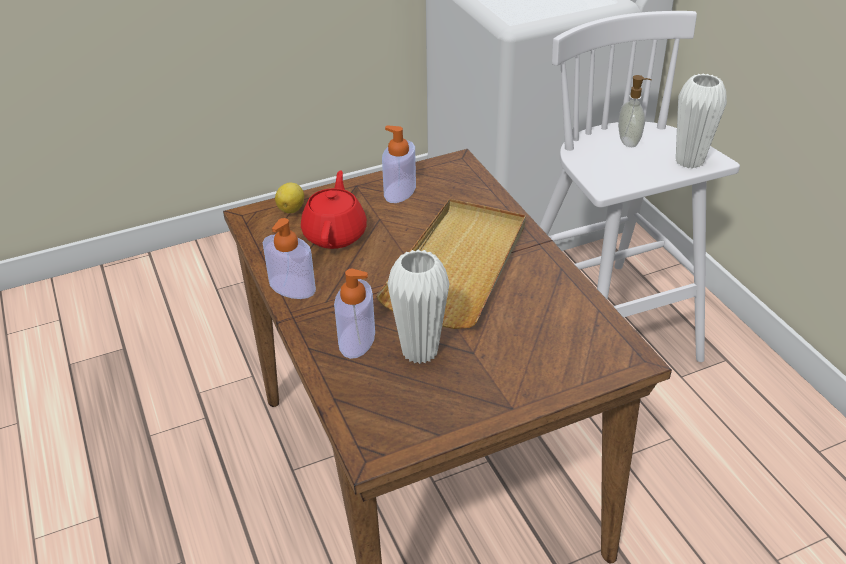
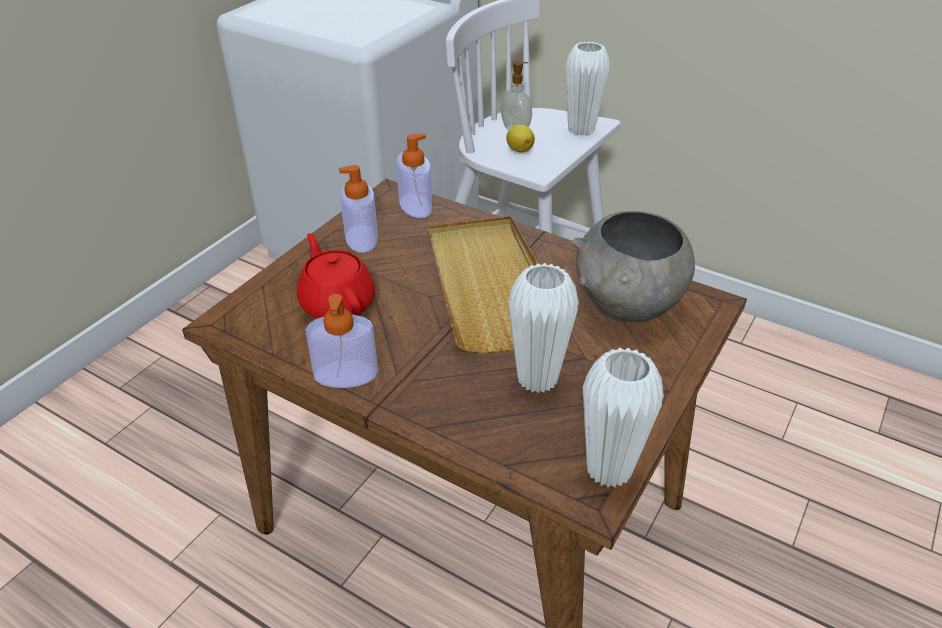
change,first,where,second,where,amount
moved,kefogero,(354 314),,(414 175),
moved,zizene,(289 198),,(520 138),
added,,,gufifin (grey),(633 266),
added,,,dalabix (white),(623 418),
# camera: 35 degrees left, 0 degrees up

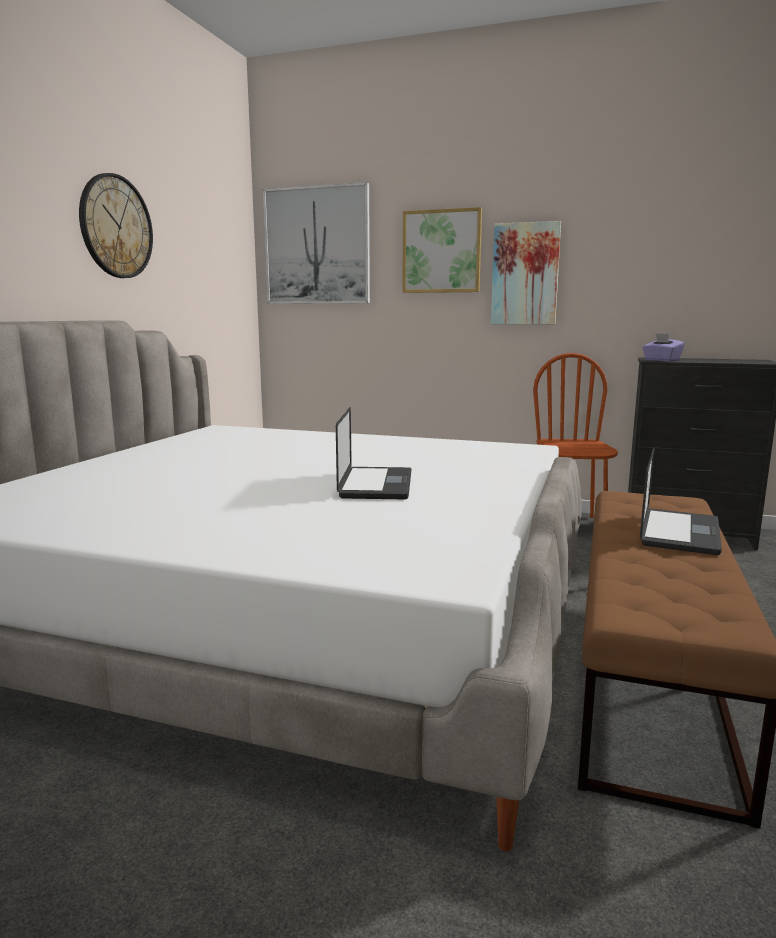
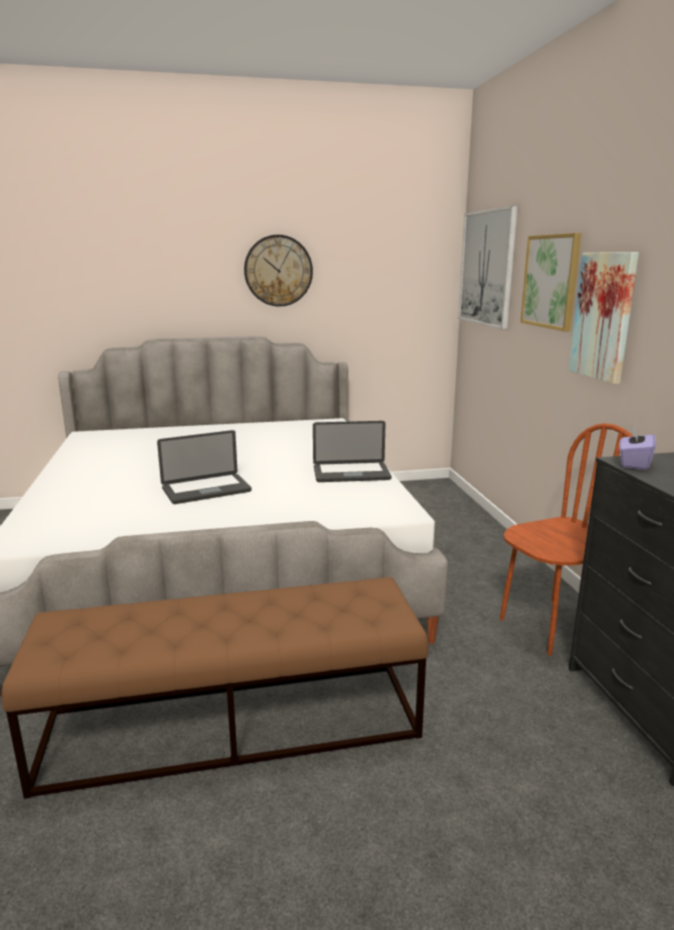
change,first,where,second,where,amount
moved,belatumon,(681 501),,(352 451),
# camera: 60 degrees right, 5 degrees up

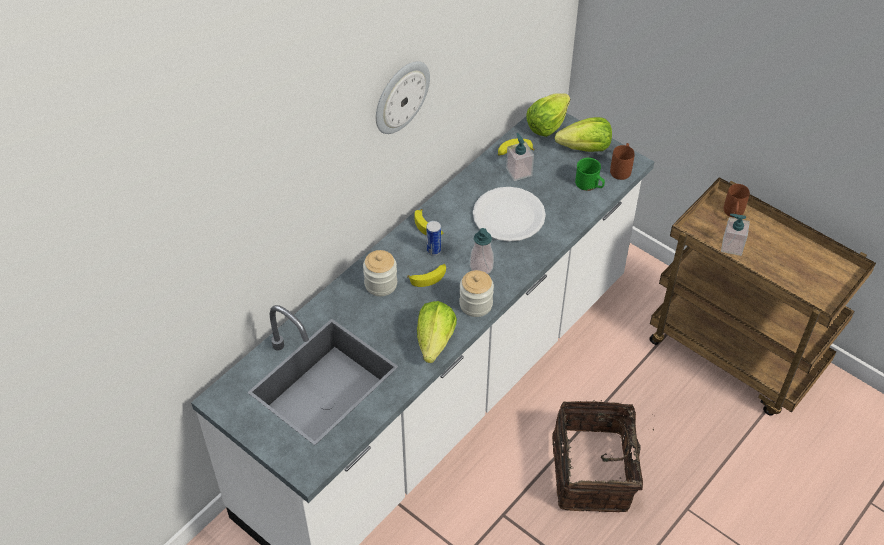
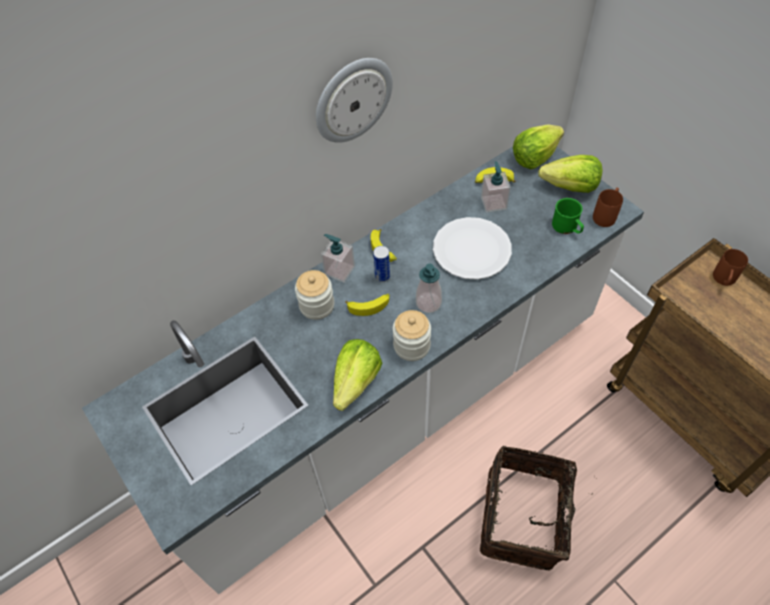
change,first,where,second,where,amount
moved,kefogero,(735 235),,(338 258),
# camera: 15 degrees right, 5 degrees up

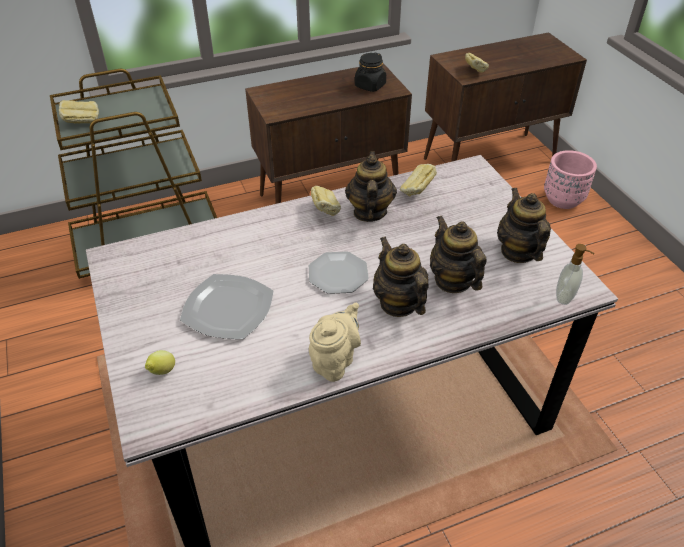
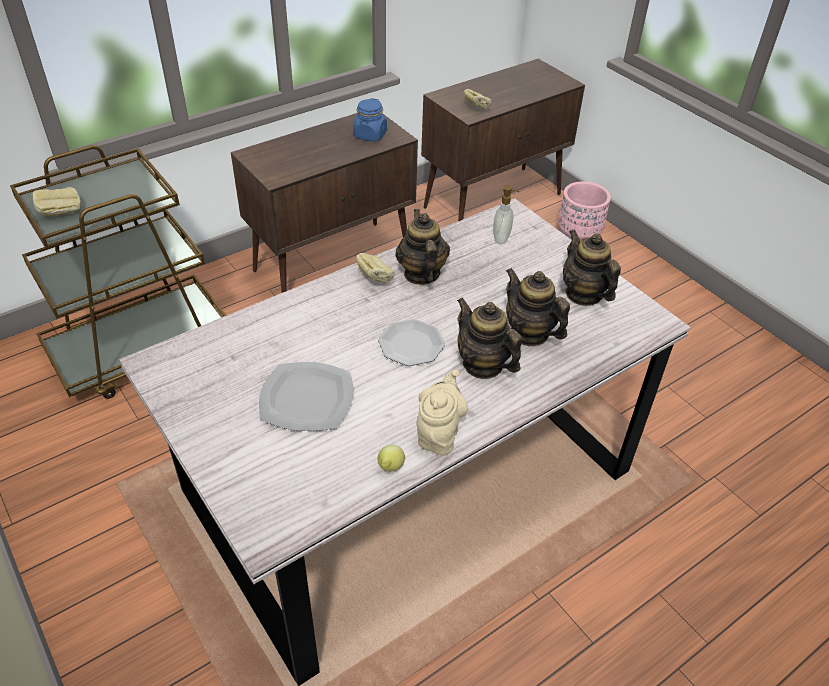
change,first,where,second,where,amount
recoloured,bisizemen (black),(370 72),bisizemen (blue),(370 120),
moved,zizene,(160 362),,(391 458),
moved,kefogero,(575 274),,(506 214),
removed,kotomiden,(418 180),,,
# camera: 15 degrees left, 0 degrees up

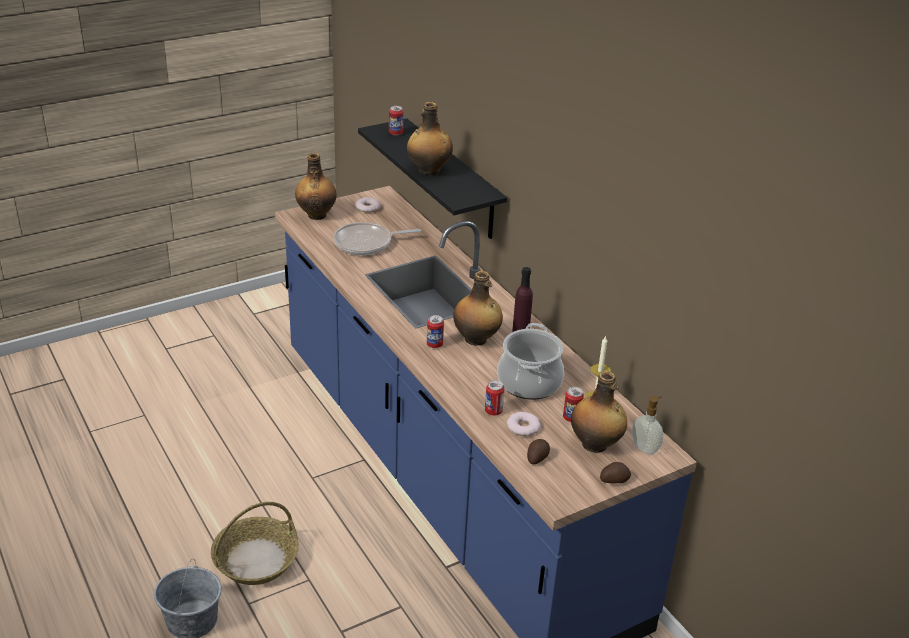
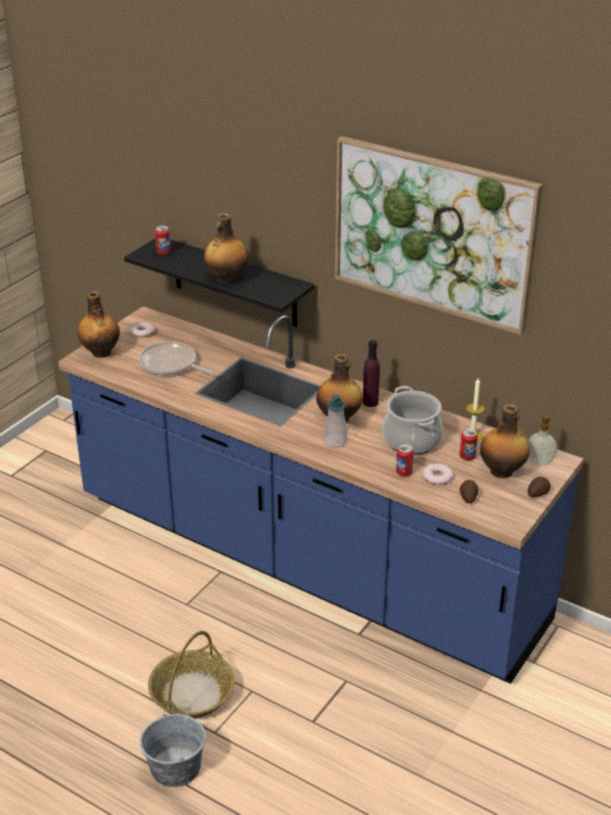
change,first,where,second,where,amount
turned,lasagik,(377 238),,(177 359),75 degrees clockwise
added,,,kefogero,(336 421),
added,,,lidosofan,(439 235),
removed,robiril,(435 331),,,
# camera: 25 degrees left, 0 degrees up

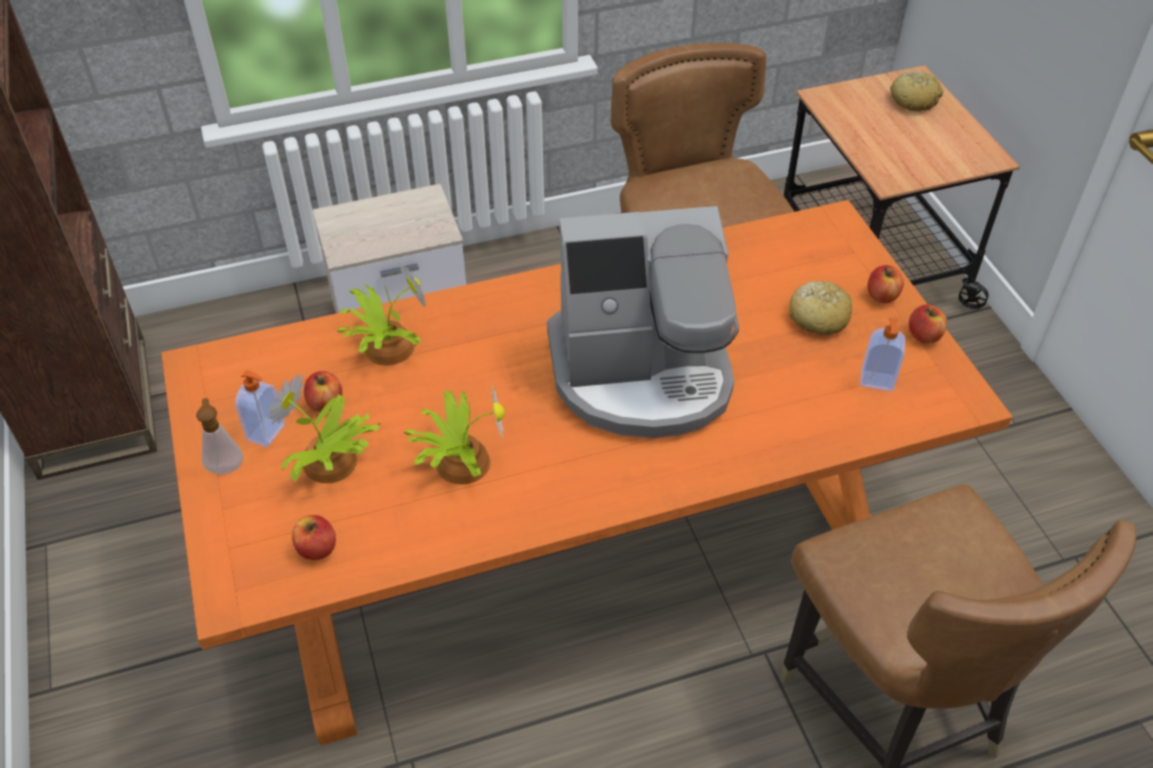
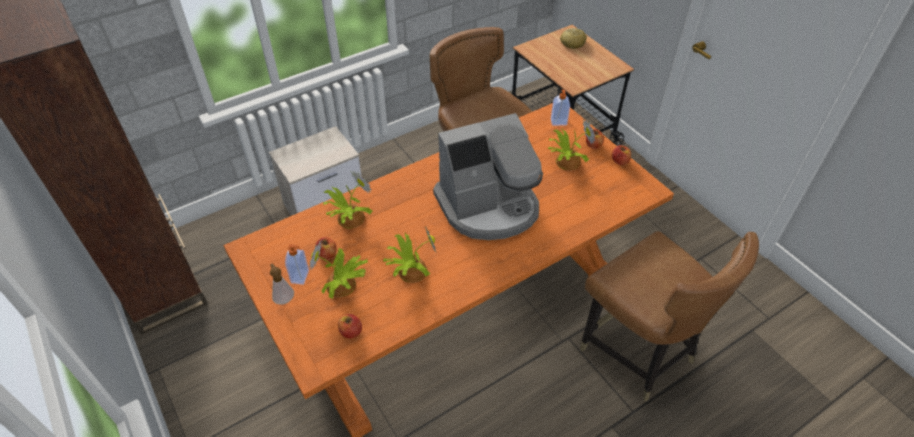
change,first,where,second,where,amount
replaced,kotomiden,(820 308),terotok,(571 144),
moved,kefogero,(882 355),,(560 108),
# camera: 15 degrees left, 0 degrees up

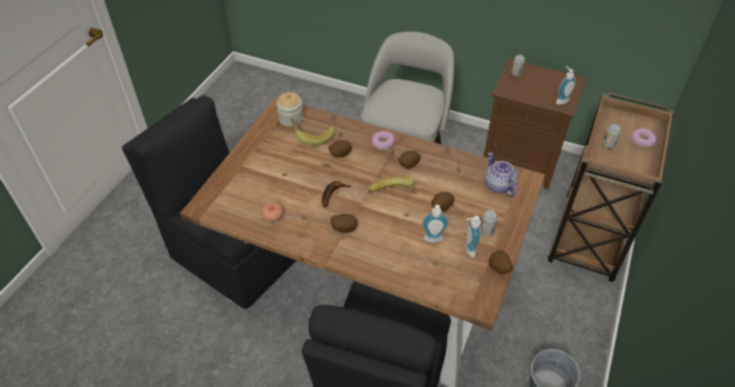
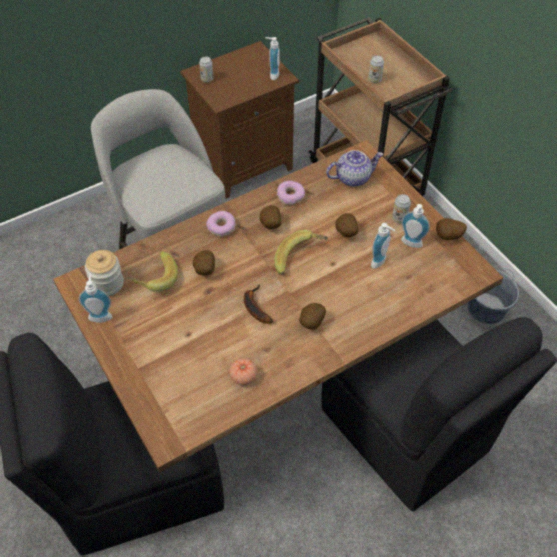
change,first,where,second,where,amount
added,,,kefogero,(95 298),
moved,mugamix,(644 138),,(291 193),
turned,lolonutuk,(501 174),,(354 168),150 degrees clockwise
# camera: 55 degrees left, 5 degrees up

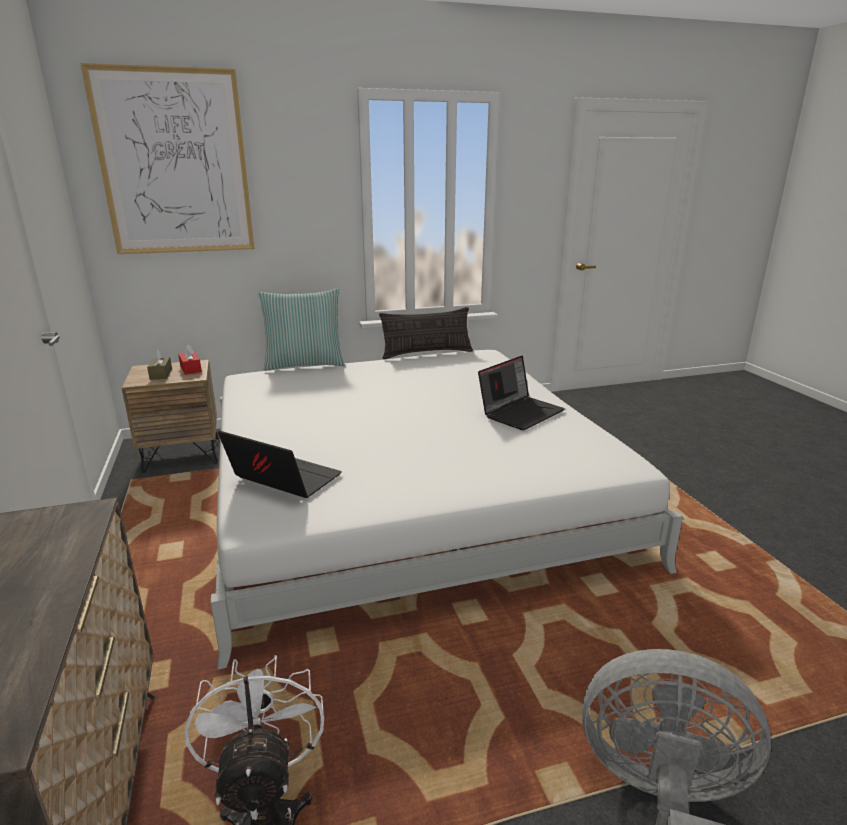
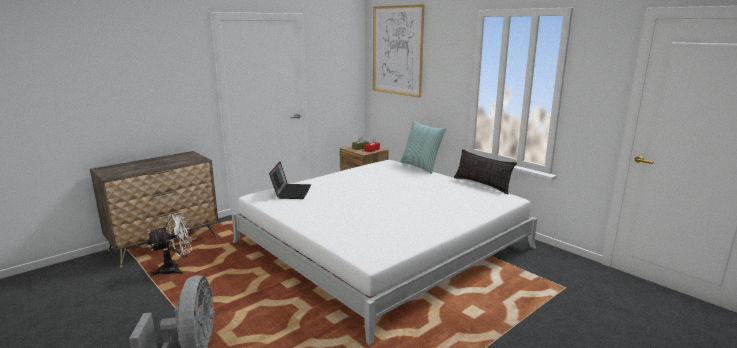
change,first,where,second,where,amount
removed,belatumon,(521 393),,,
# camera: 65 degrees right, 5 degrees down

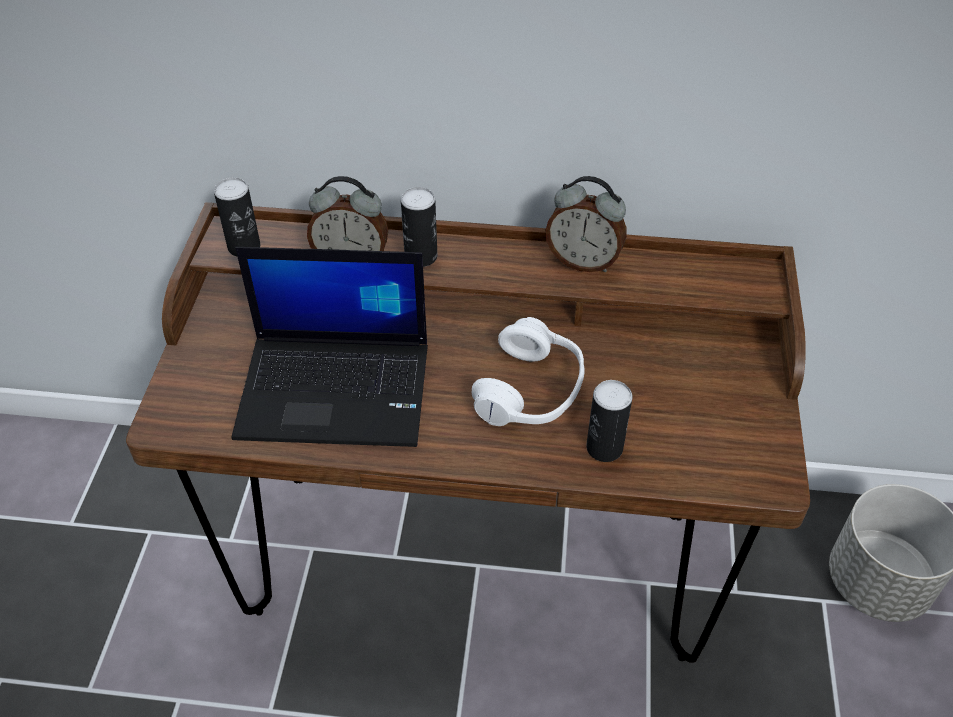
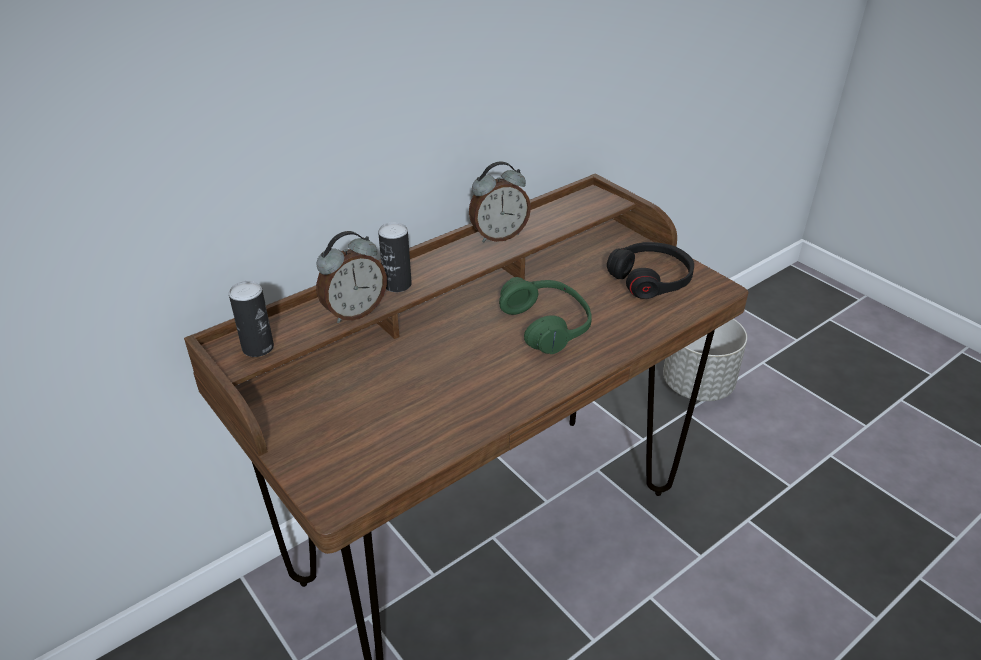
change,first,where,second,where,amount
recoloured,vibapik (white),(528 371),vibapik (green),(545 315),
added,,,vibapik (black),(650 270),
removed,belatumon,(329 347),,,
removed,robiril,(609 421),,,
# camera: 45 degrees left, 10 degrees down

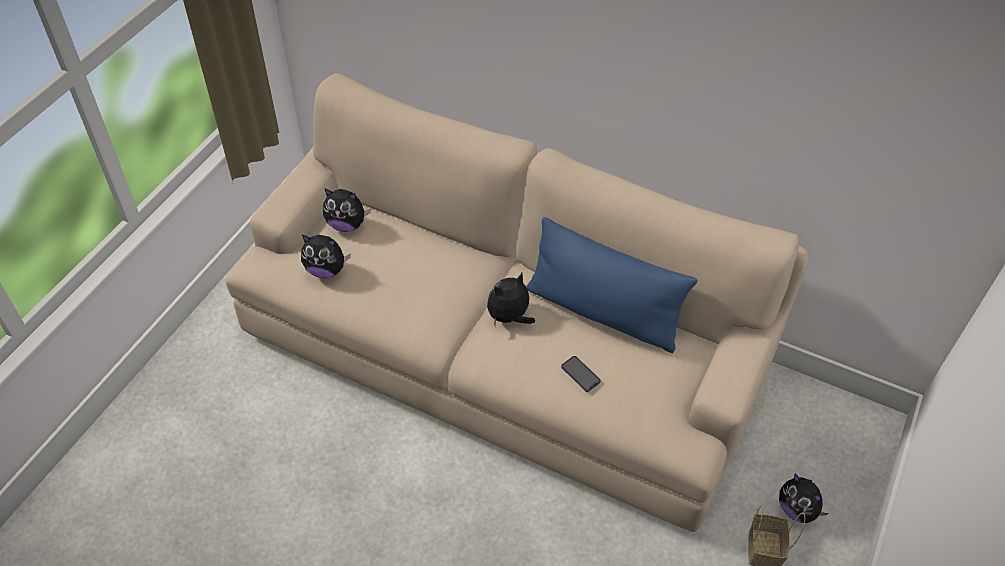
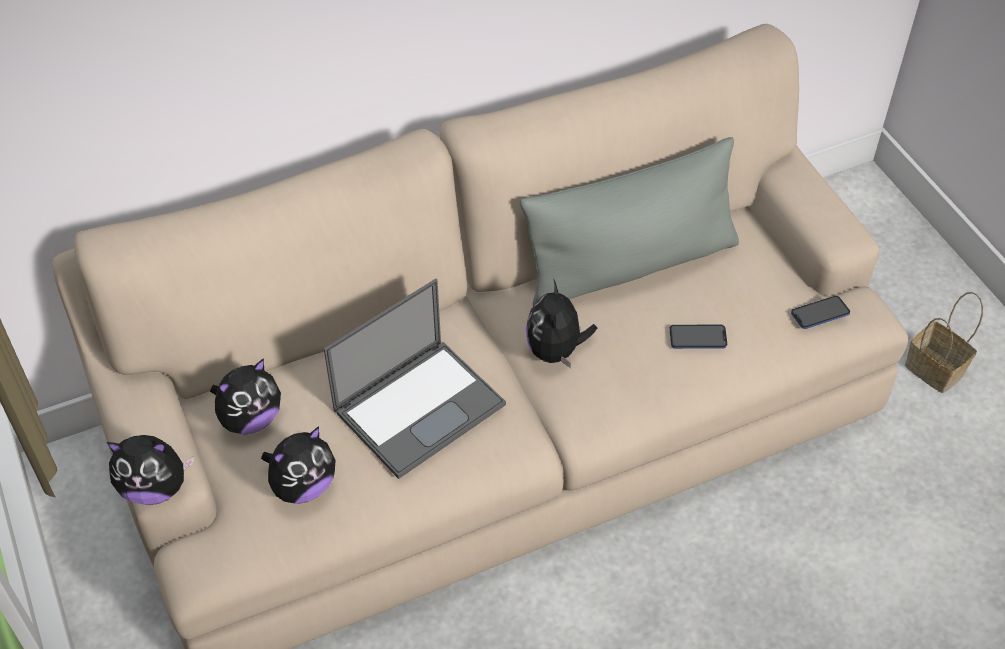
change,first,where,second,where,amount
moved,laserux,(804 498),,(150 470),
added,,,belatumon,(415 379),
recoloured,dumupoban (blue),(611 285),dumupoban (grey),(629 221),
added,,,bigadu,(820 312),
# camera: 50 degrees left, 0 degrees up

